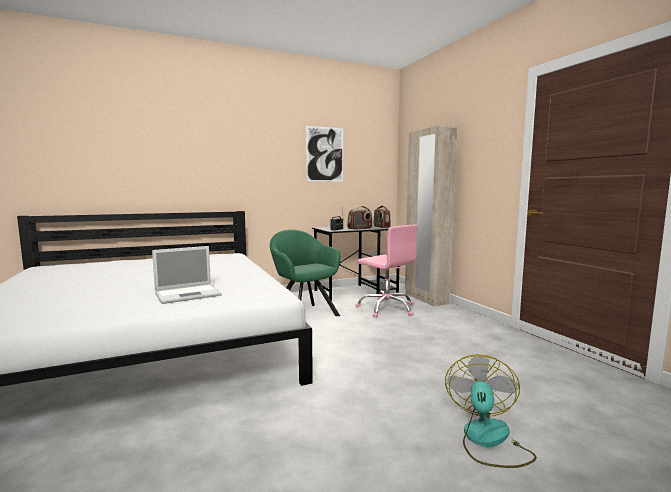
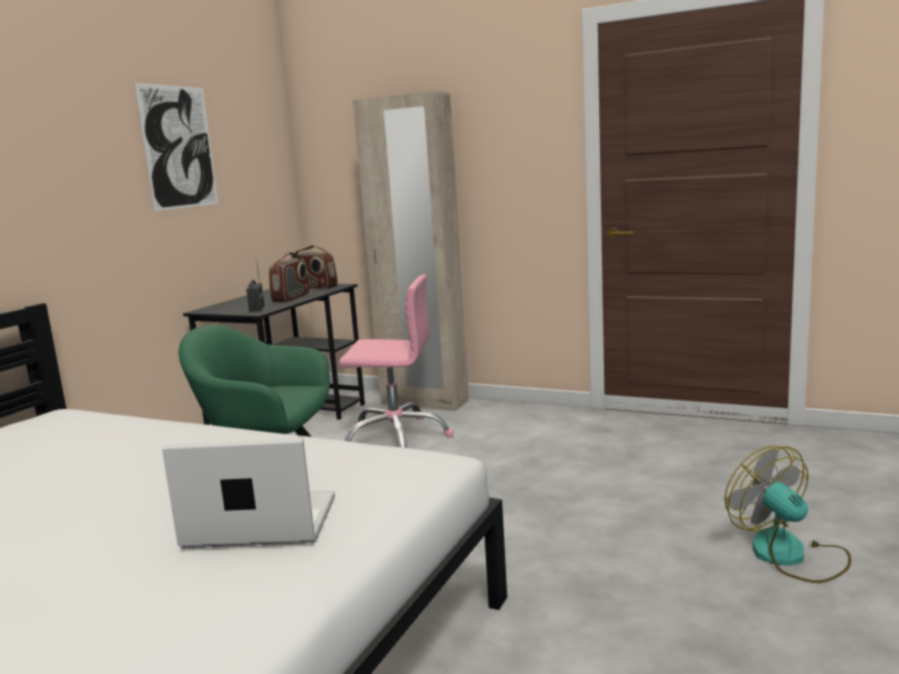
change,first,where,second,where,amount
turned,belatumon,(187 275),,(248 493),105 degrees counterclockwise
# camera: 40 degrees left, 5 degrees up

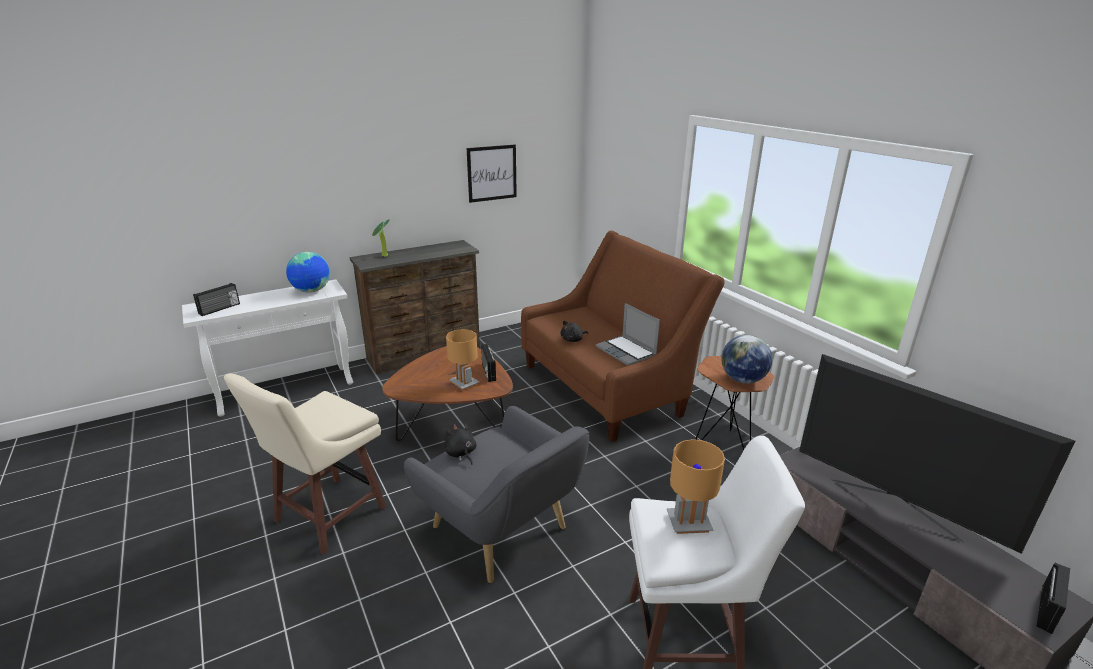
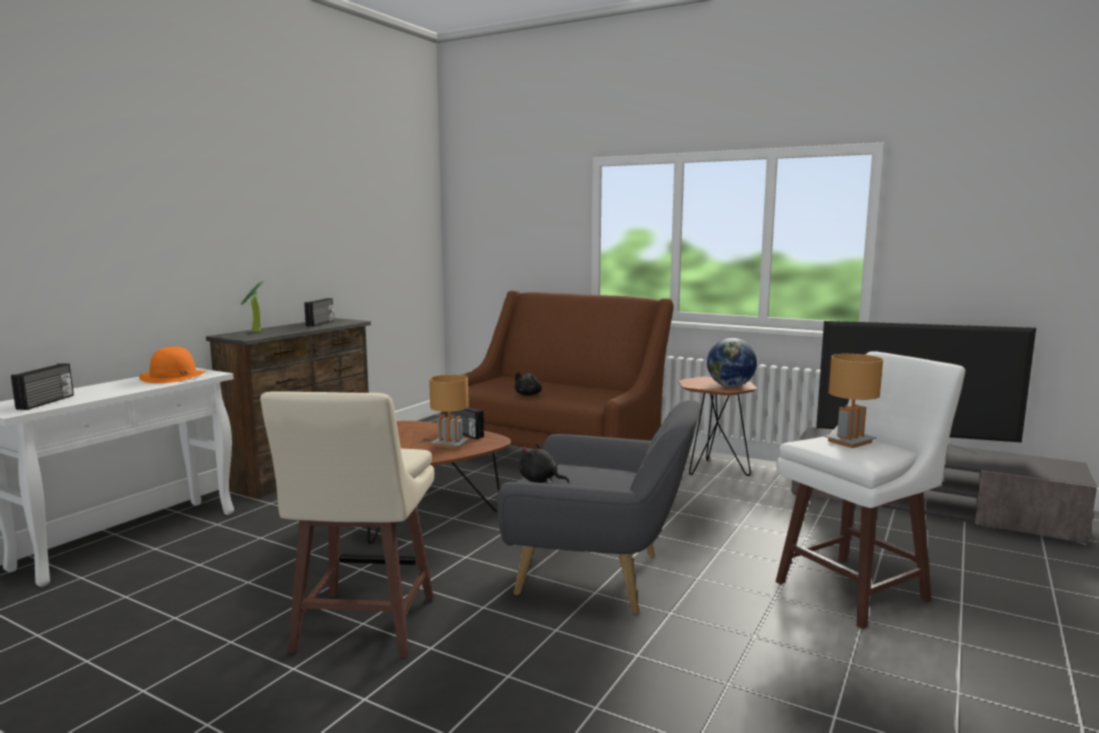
change,first,where,second,where,amount
replaced,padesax,(308 272),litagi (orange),(172 365),
moved,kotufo,(1053 598),,(319 312),
removed,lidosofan,(492 174),,,
removed,belatumon,(628 334),,,
# camera: 30 degrees left, 15 degrees down

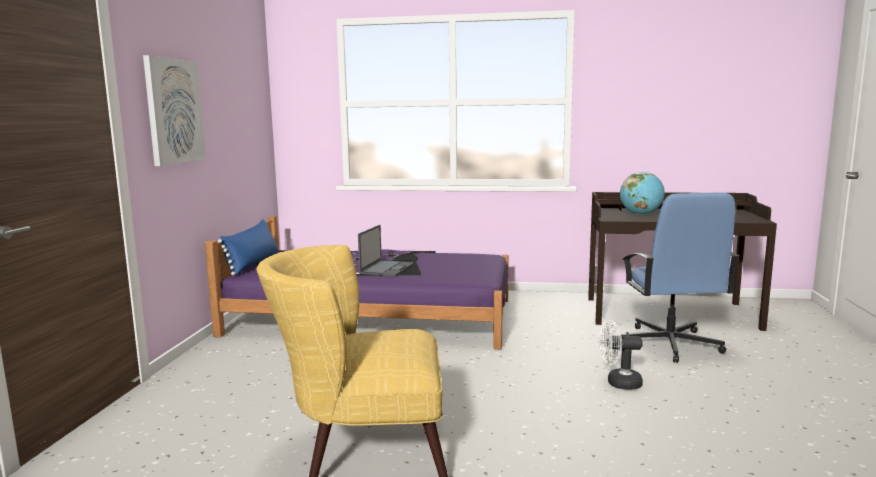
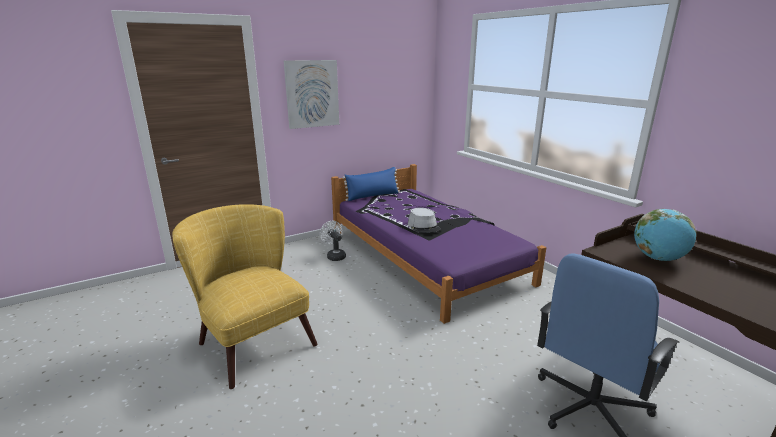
change,first,where,second,where,amount
moved,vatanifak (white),(621 354),,(333 241),
replaced,belatumon,(386 251),litagi (grey),(424 220),
# camera: 50 degrees right, 10 degrees up

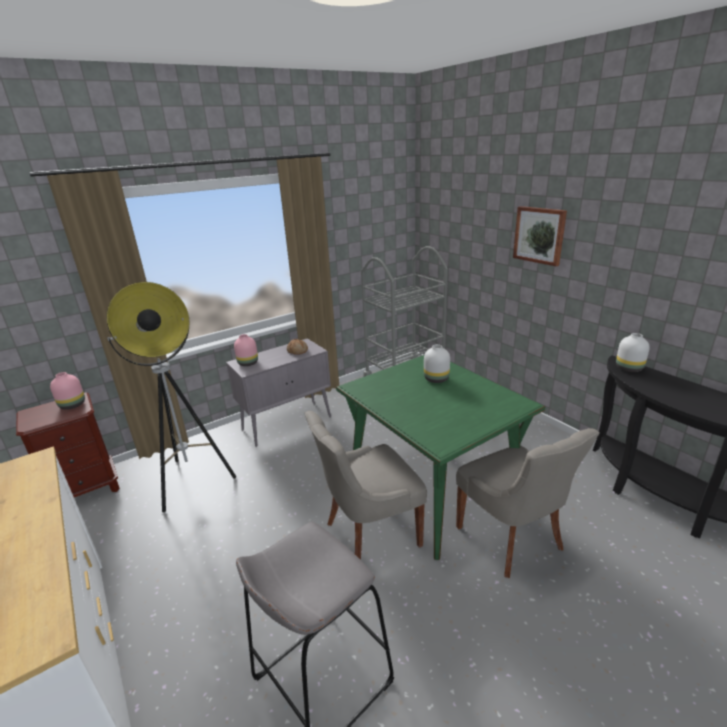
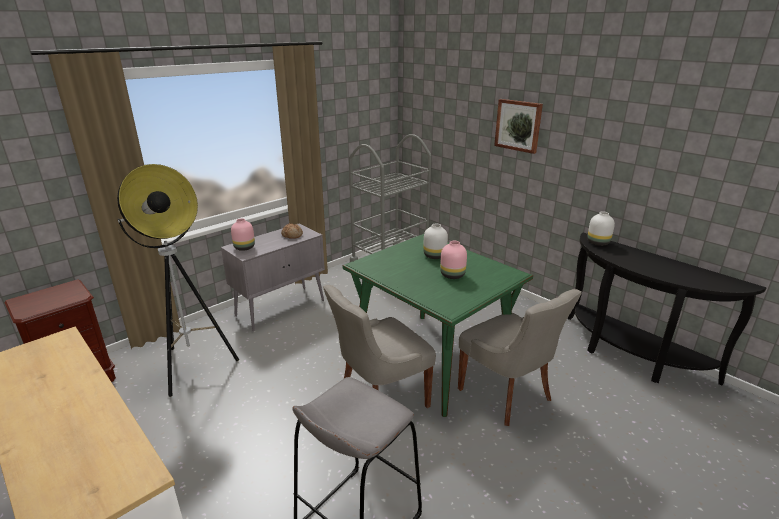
change,first,where,second,where,amount
moved,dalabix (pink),(67 391),,(453 260),
# camera: 10 degrees left, 0 degrees up

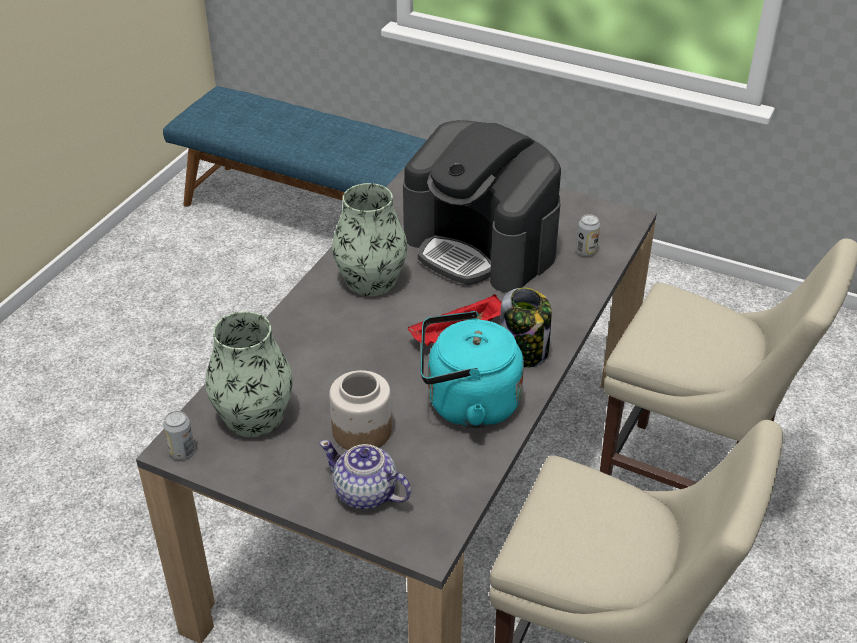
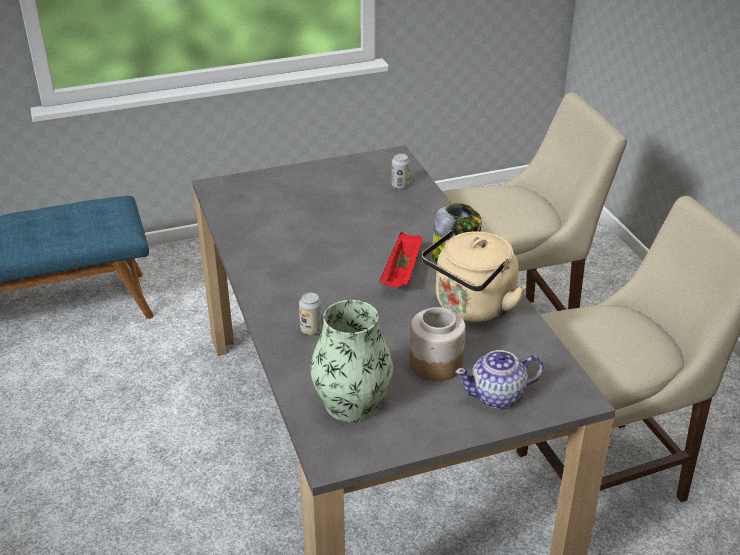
change,first,where,second,where,amount
moved,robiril,(179 435),,(310 314),
recoloured,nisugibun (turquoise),(472 369),nisugibun (beige),(473 276),
removed,dalabix,(369 239),,,
removed,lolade,(482 206),,,
# camera: 45 degrees left, 5 degrees down

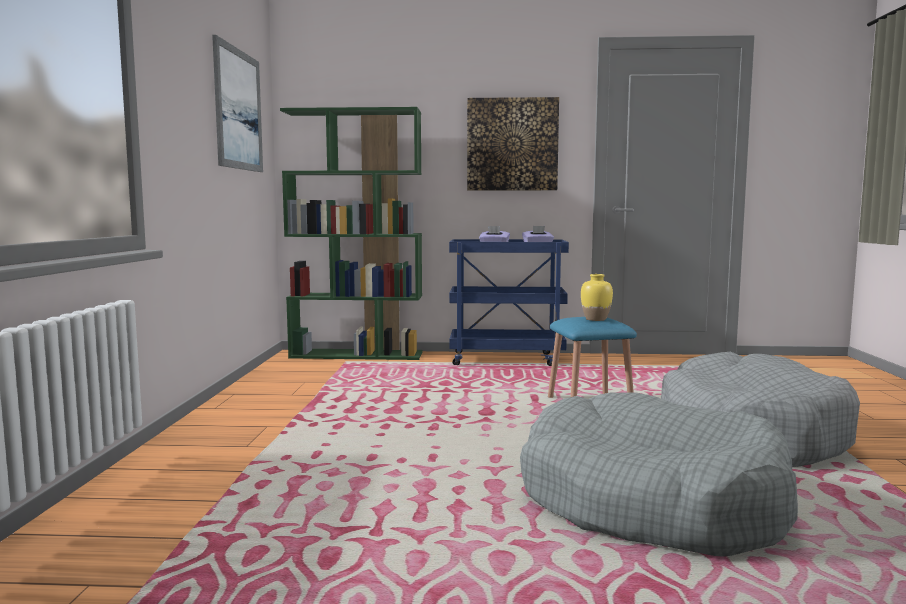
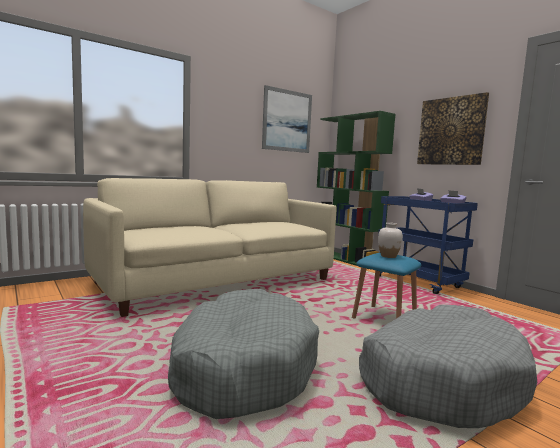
change,first,where,second,where,amount
added,,,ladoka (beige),(210 247),
recoloured,dalabix (yellow),(597 297),dalabix (white),(390 240),
# camera: 50 degrees right, 0 degrees up

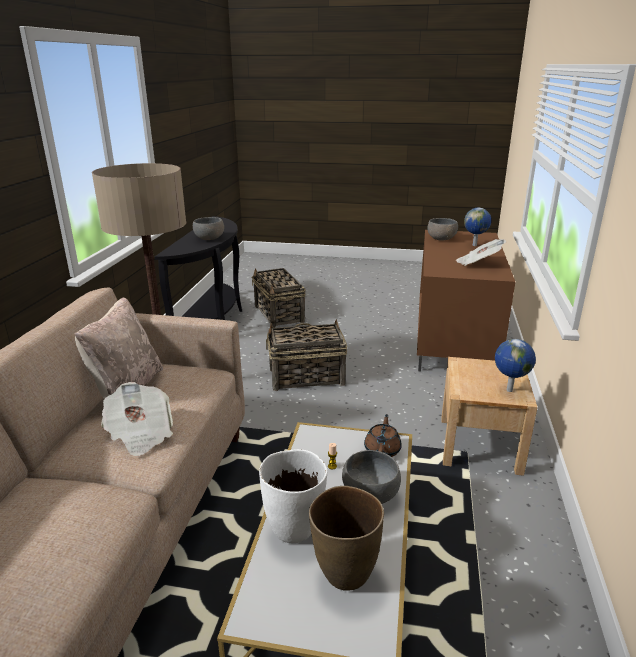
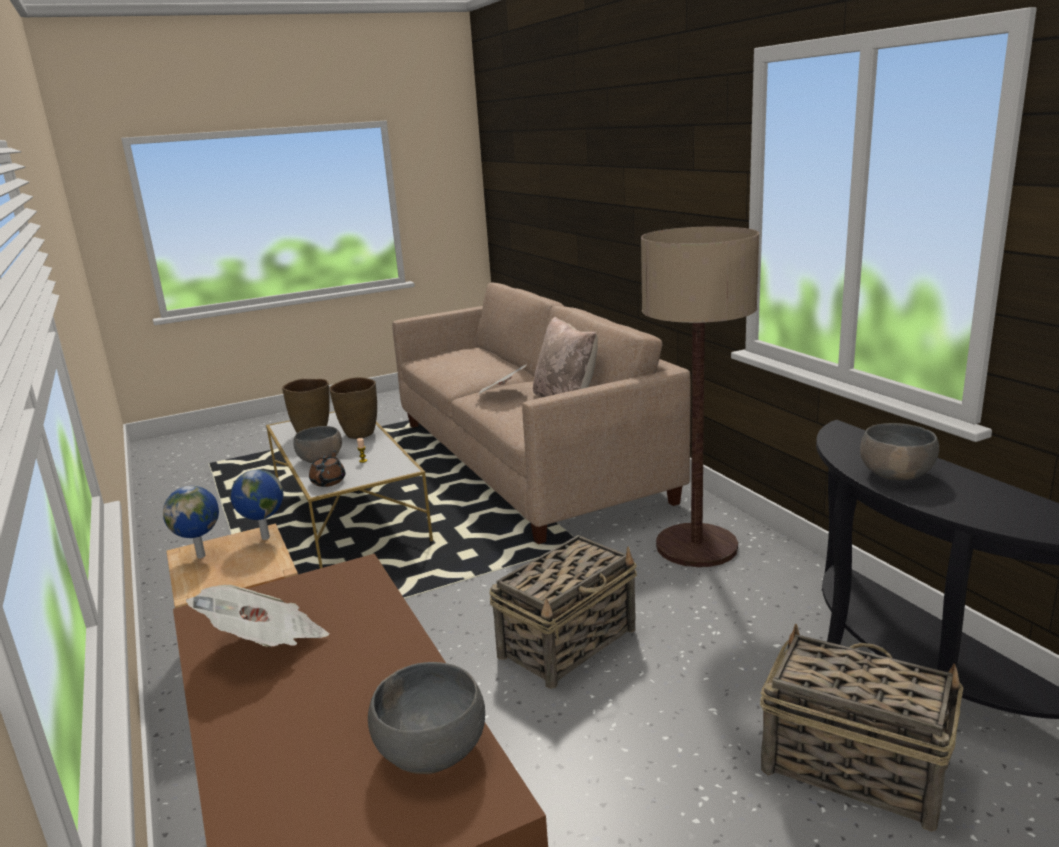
change,first,where,second,where,amount
moved,padesax,(477 227),,(257 504),
turned,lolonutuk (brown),(383 435),,(327 468),150 degrees counterclockwise
recoloured,dalabix (white),(293 496),dalabix (brown),(353 408),
# camera: 145 degrees right, 5 degrees down

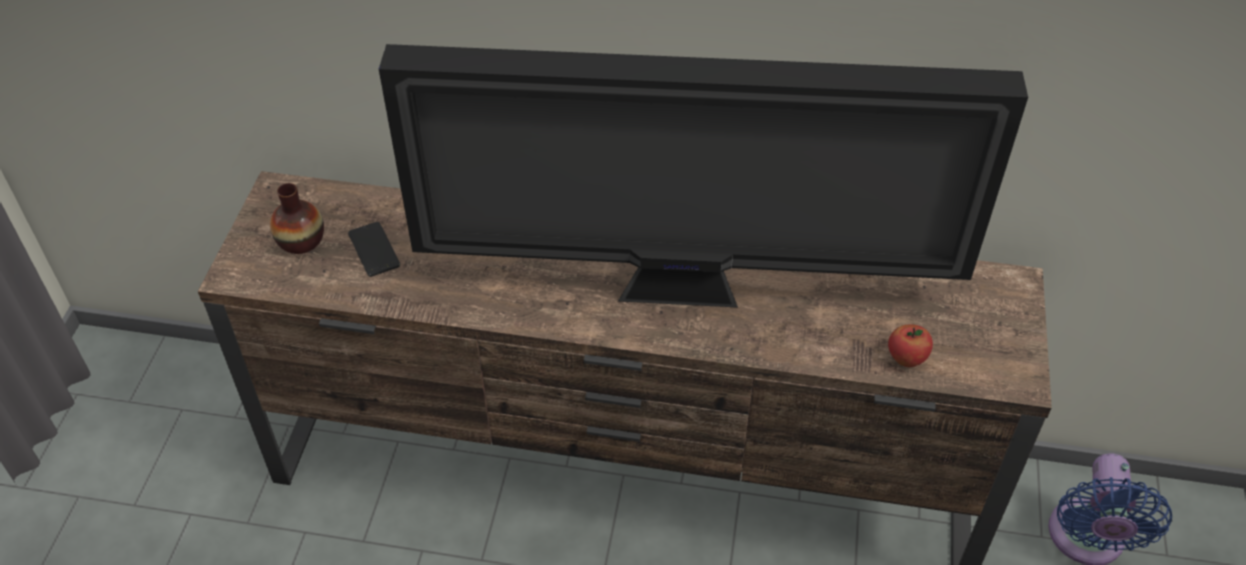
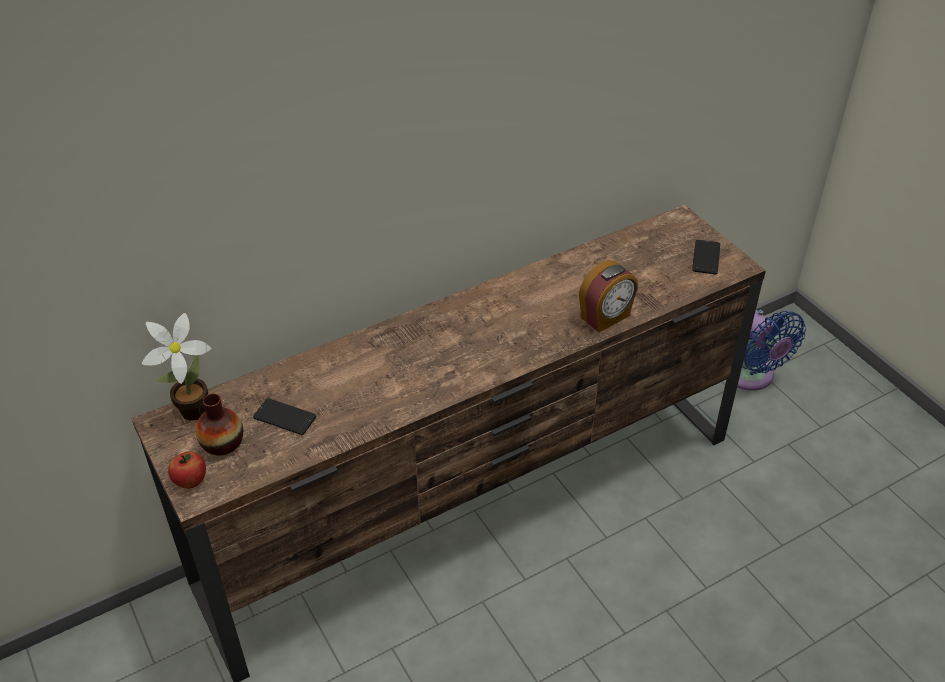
change,first,where,second,where,amount
added,,,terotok,(176 367),
moved,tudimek,(910 345),,(187 470),
added,,,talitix,(608 296),
added,,,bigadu,(706 257),
removed,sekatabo,(703 176),,,
# camera: 40 degrees left, 5 degrees down

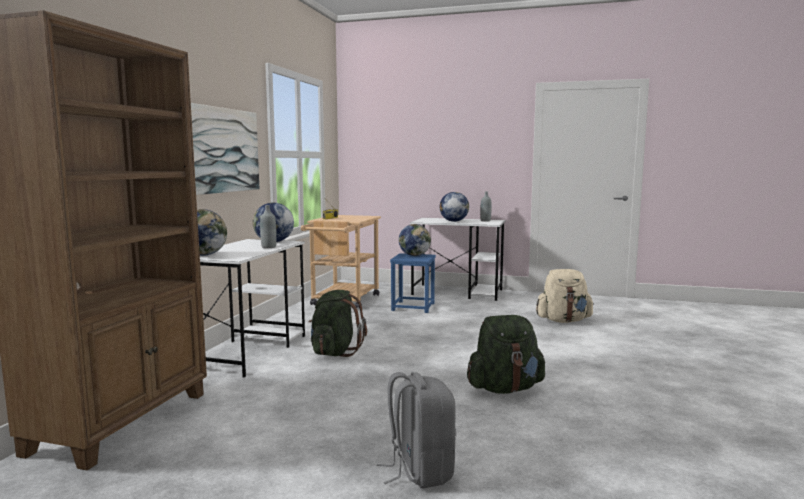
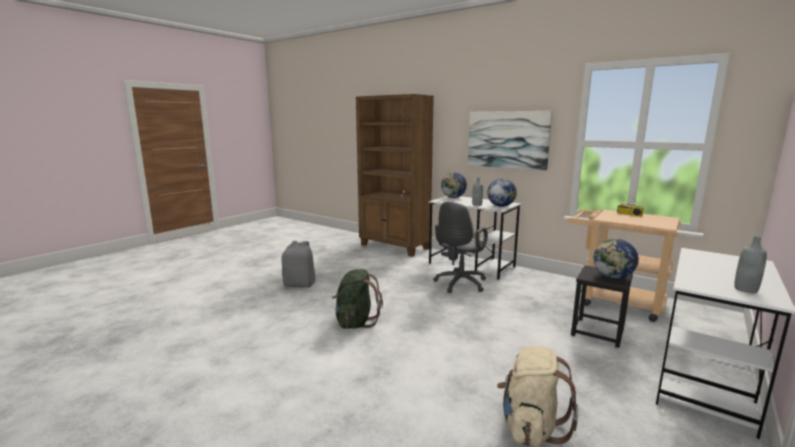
change,first,where,second,where,amount
replaced,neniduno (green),(337 323),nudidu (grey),(460 247),
recoloured,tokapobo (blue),(413 283),tokapobo (black),(602 306),
removed,padesax,(454 207),,,
# camera: 110 degrees right, 5 degrees up

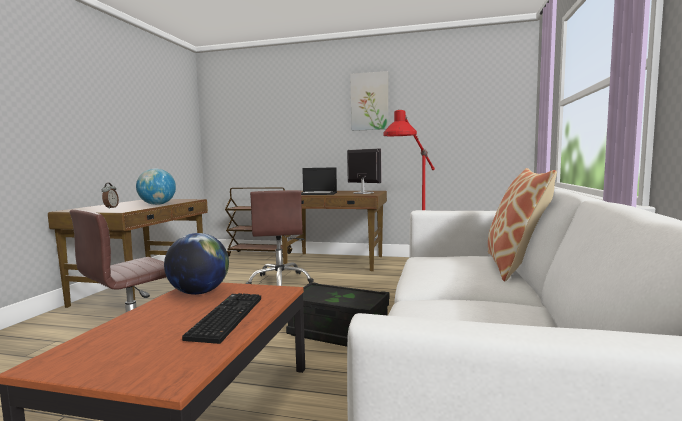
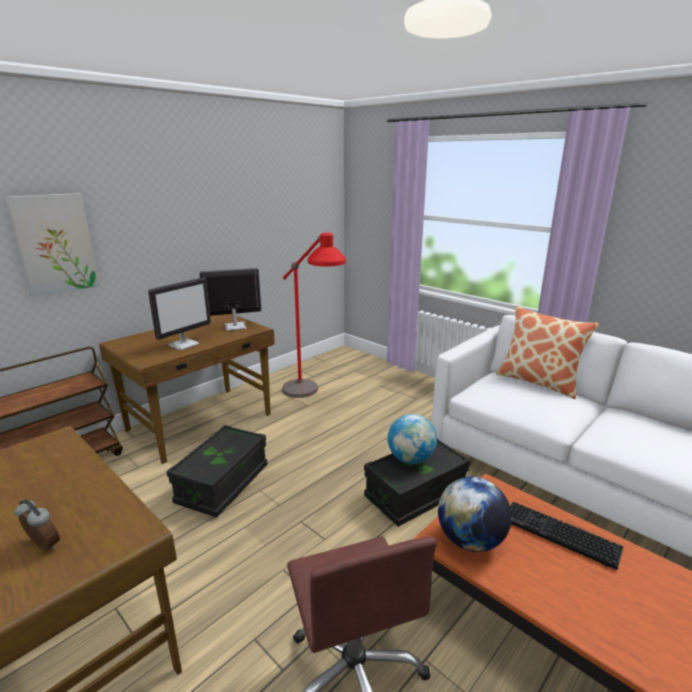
change,first,where,second,where,amount
moved,lidosofan,(369 101),,(52 245),
replaced,belatumon,(319 181),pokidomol,(179 313),
replaced,nudidu (brown),(280 238),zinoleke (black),(216 471),
moved,padesax,(156 187),,(412 439),
# camera: 60 degrees left, 15 degrees up

